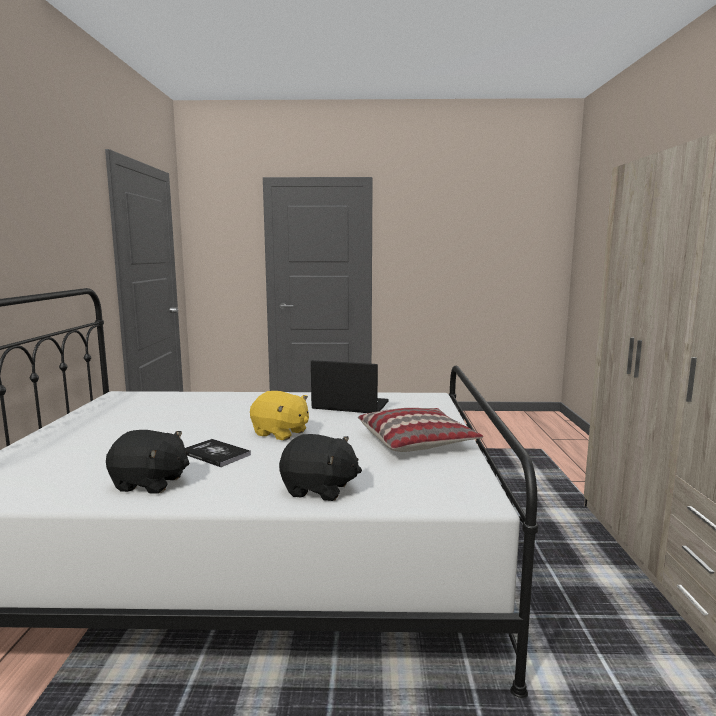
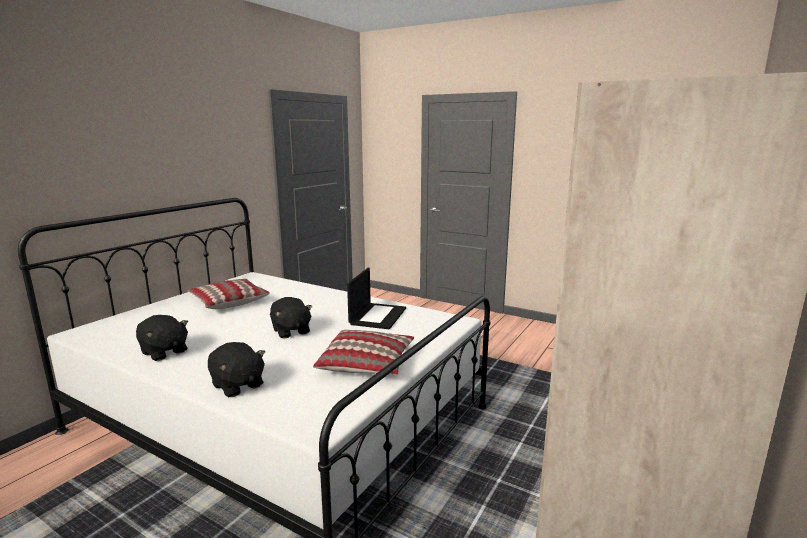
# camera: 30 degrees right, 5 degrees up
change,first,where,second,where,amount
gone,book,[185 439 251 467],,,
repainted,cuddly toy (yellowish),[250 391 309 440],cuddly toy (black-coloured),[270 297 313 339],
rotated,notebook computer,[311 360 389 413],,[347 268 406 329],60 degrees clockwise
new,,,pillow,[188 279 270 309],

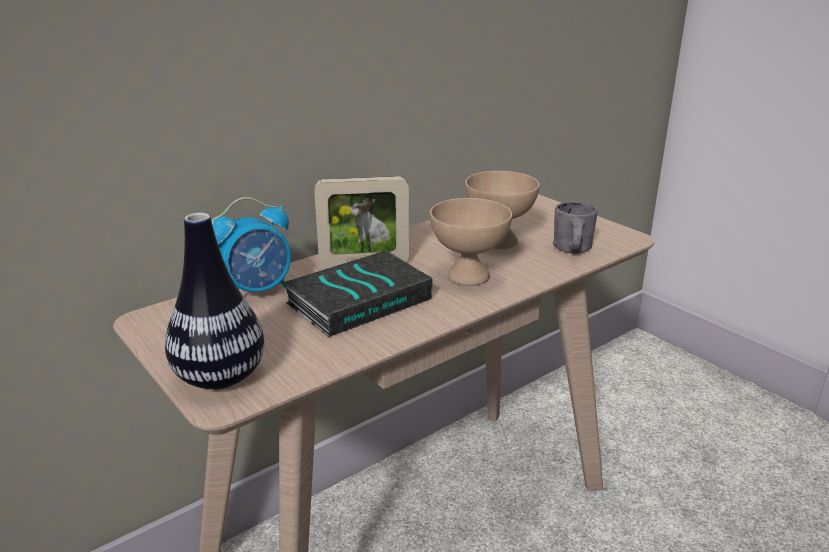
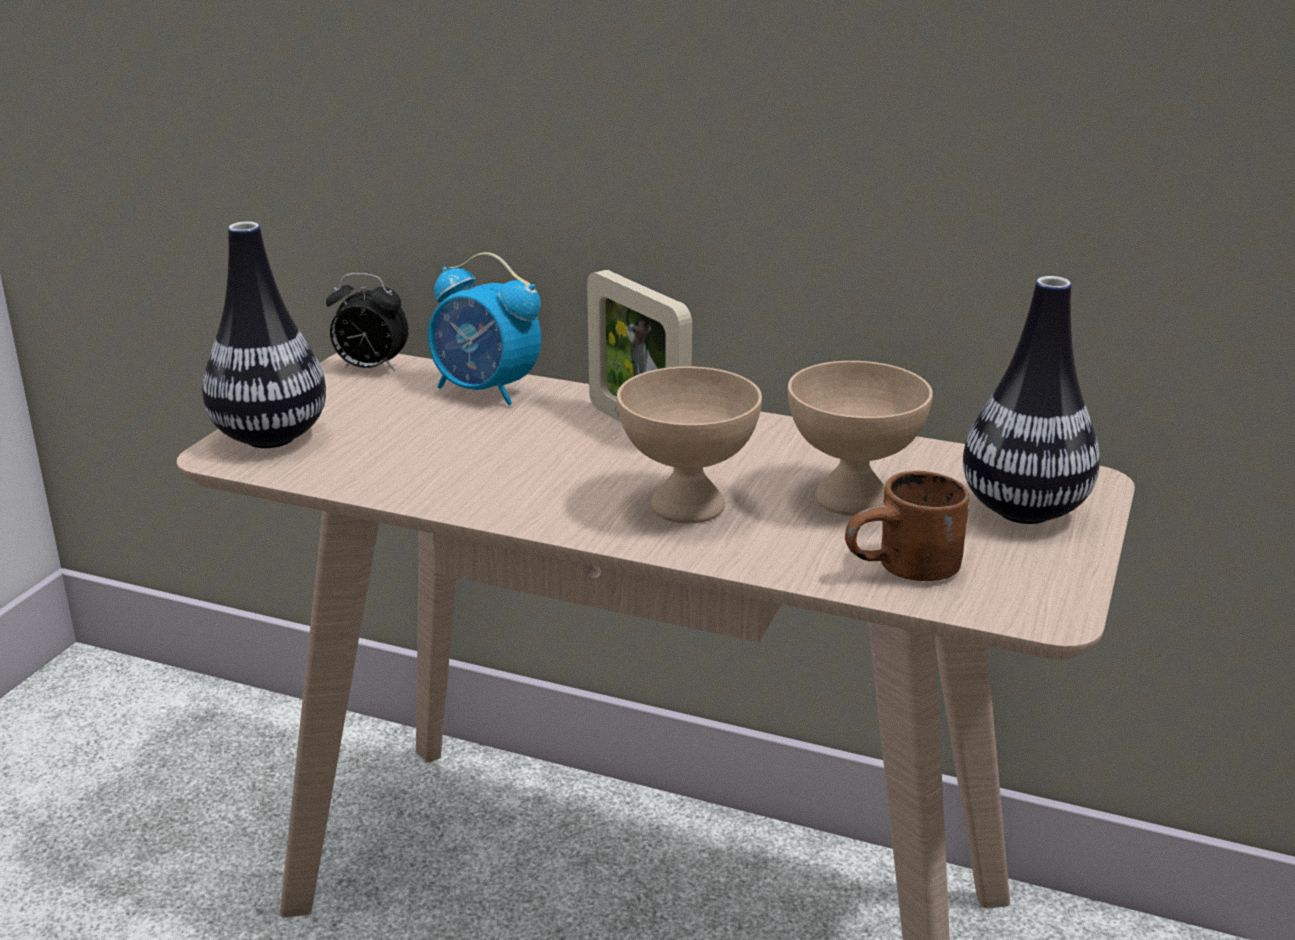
# camera: 60 degrees right, 0 degrees up
change,first,where,second,where,amount
gone,book,[282 250 433 337],,,
repainted,mug (grey),[553 202 598 254],mug (brownish),[845 470 969 581],
new,,,table clock,[326 273 409 372],
new,,,vase,[963 276 1100 524],

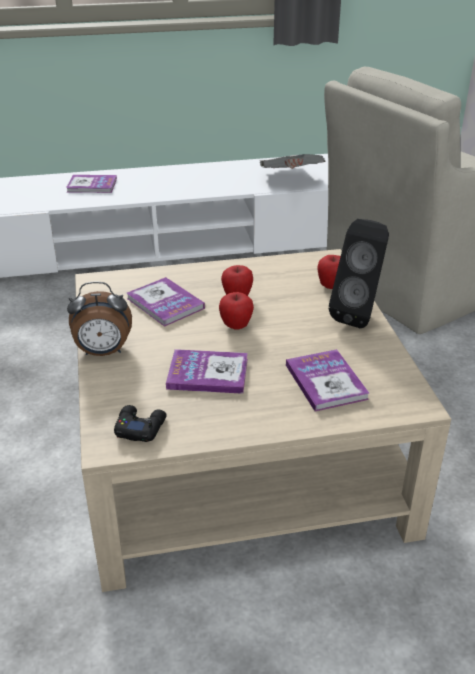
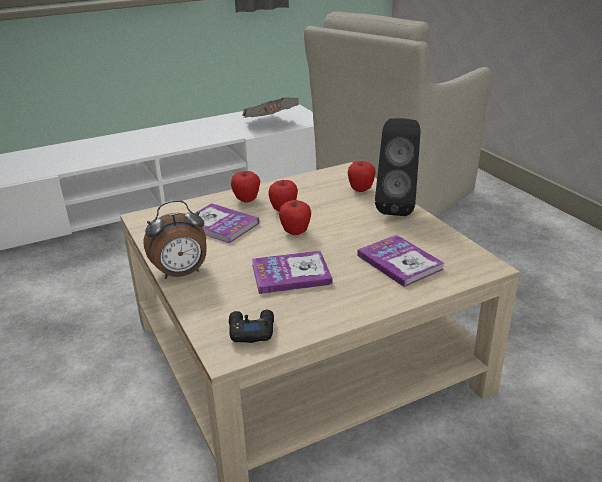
# camera: 15 degrees left, 5 degrees down
change,first,where,second,where,amount
gone,book,[66 175 117 193],,,
new,,,whole apple,[231 171 260 203],

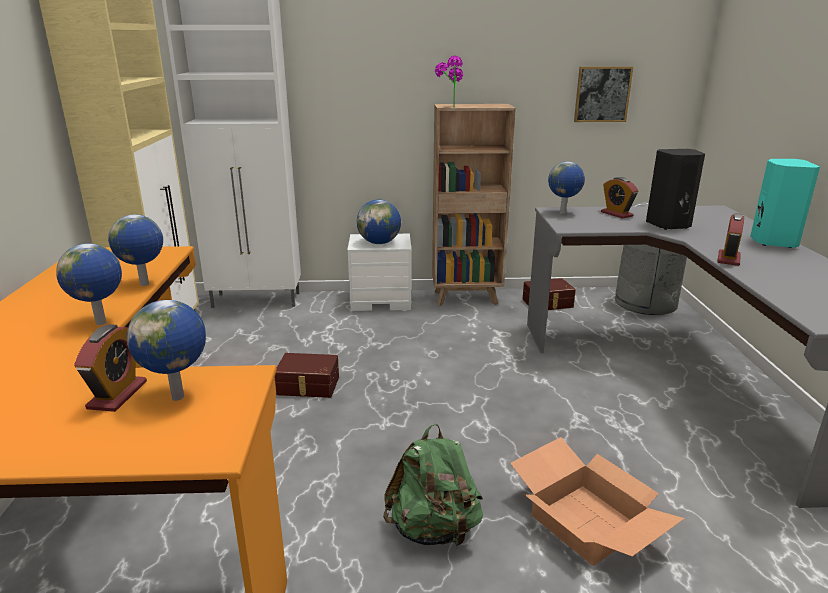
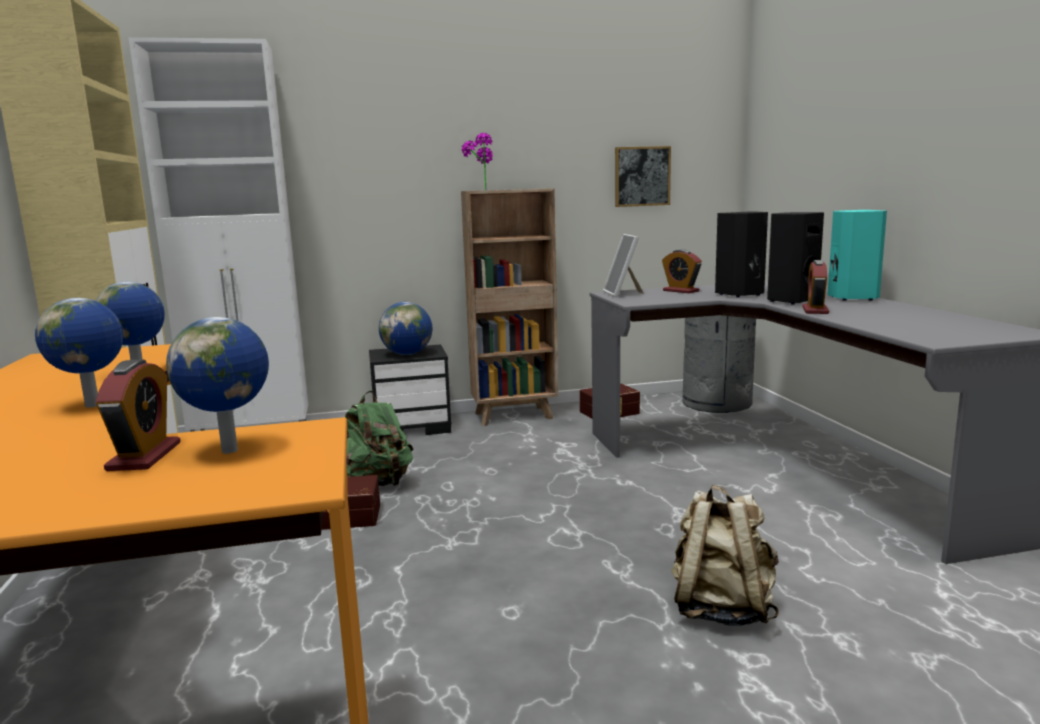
# camera: 10 degrees left, 10 degrees down
change,first,where,second,where,amount
repainted,nightstand (white),[347 234 411 311],nightstand (black-coloured),[369 344 452 435],
shifted,knapsack (green),[383 424 483 549],,[345 391 413 486],
swapped,packing box,[510 437 685 566],knapsack (sand-coloured),[671 485 779 626],
swapped,world globe,[548 161 585 214],standing frame,[603 234 644 297],
new,,,speaker (black-coloured),[767 212 824 305],

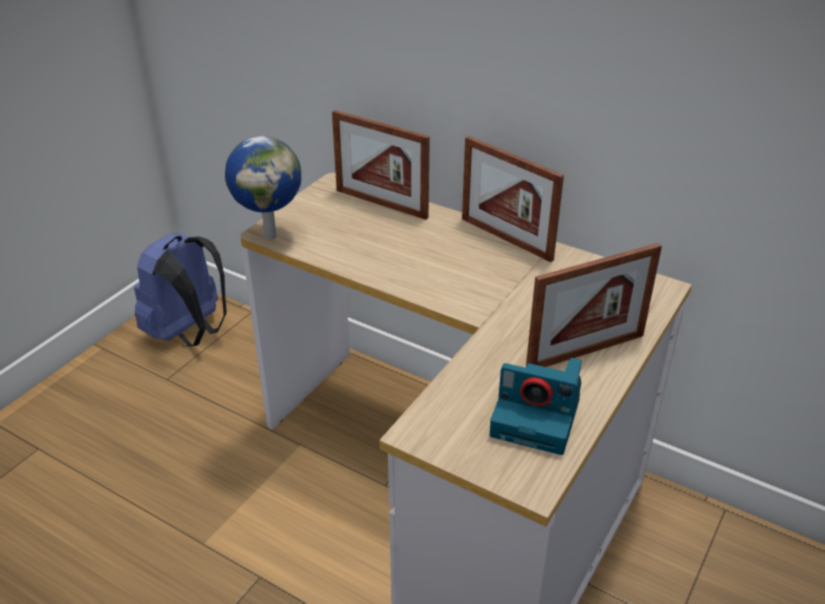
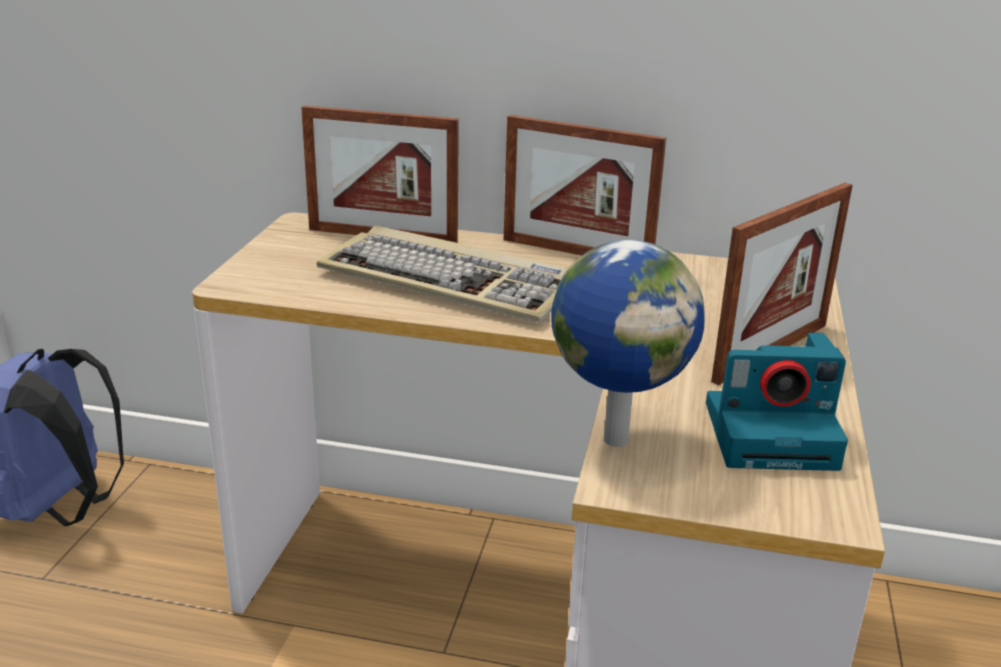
# camera: 20 degrees left, 10 degrees down
change,first,where,second,where,amount
shifted,world globe,[225 136 301 239],,[551 240 705 447],
new,,,keyboard,[317 226 568 323],

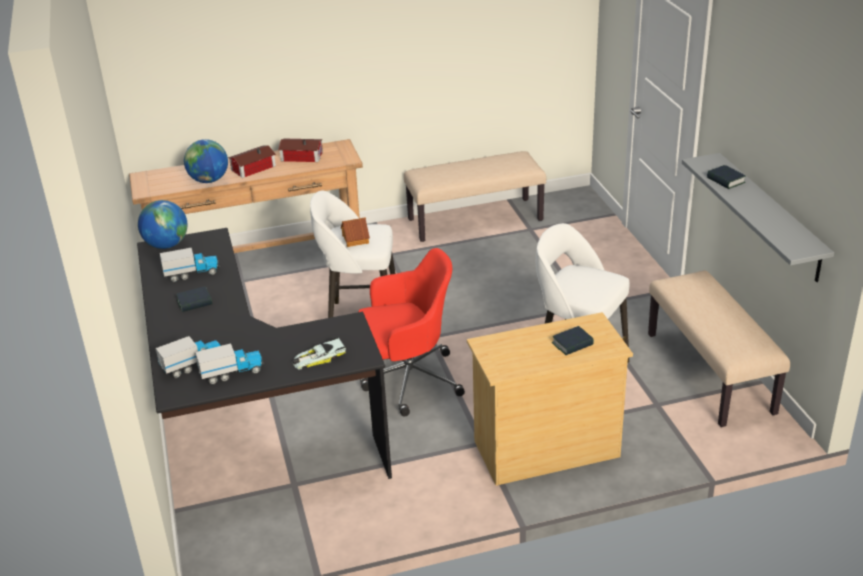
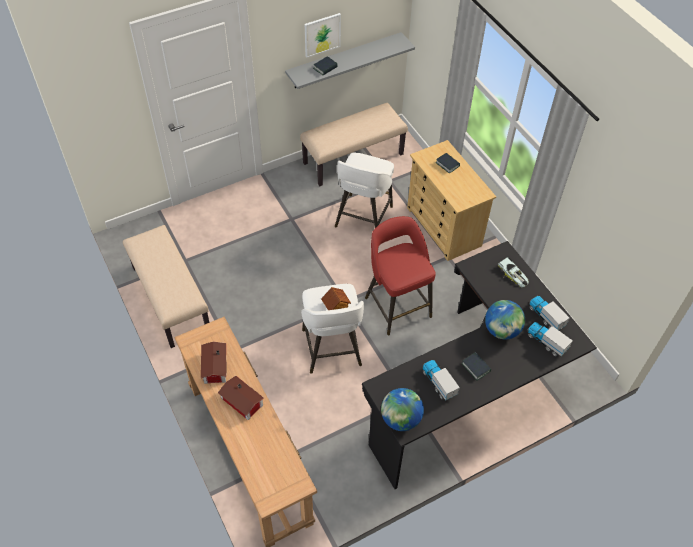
# camera: 105 degrees left, 20 degrees up
change,first,where,second,where,amount
shifted,world globe,[184 139 228 183],,[485 300 525 340],
swapped,desk chair (red),[358 248 465 416],stool seat (red),[365 216 436 335],
new,,,wall picture,[305 13 341 58],

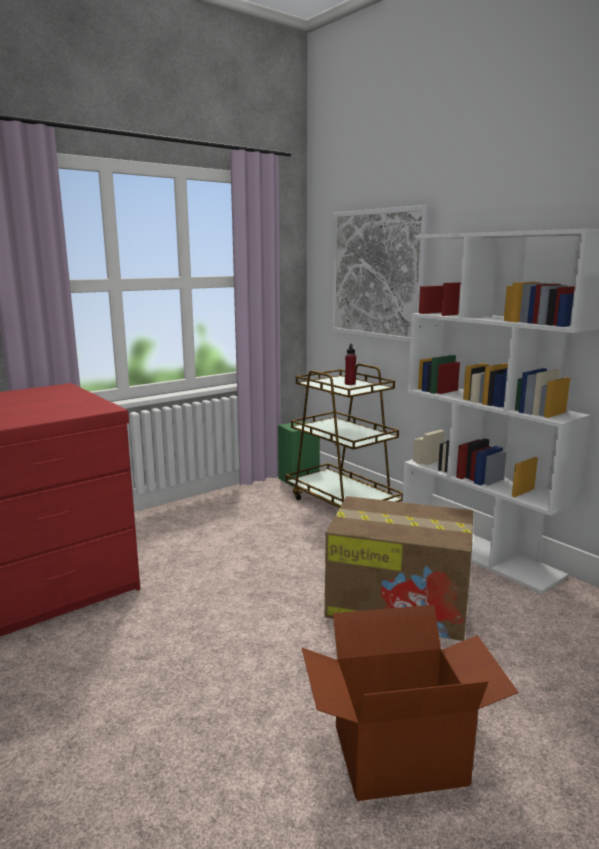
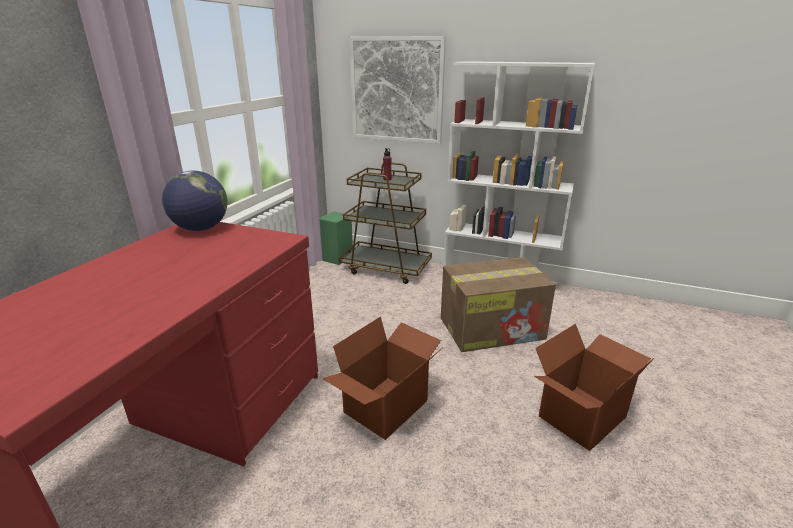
# camera: 30 degrees left, 10 degrees up
change,first,where,second,where,amount
new,,,world globe,[162 171 228 231],
new,,,packing box,[322 317 442 440],

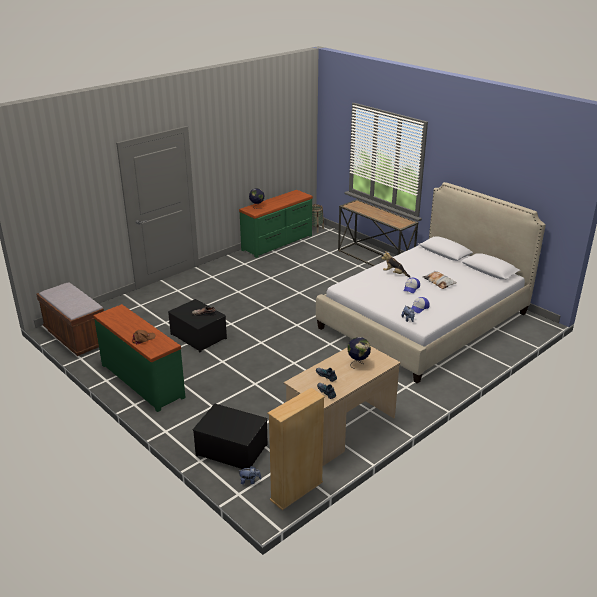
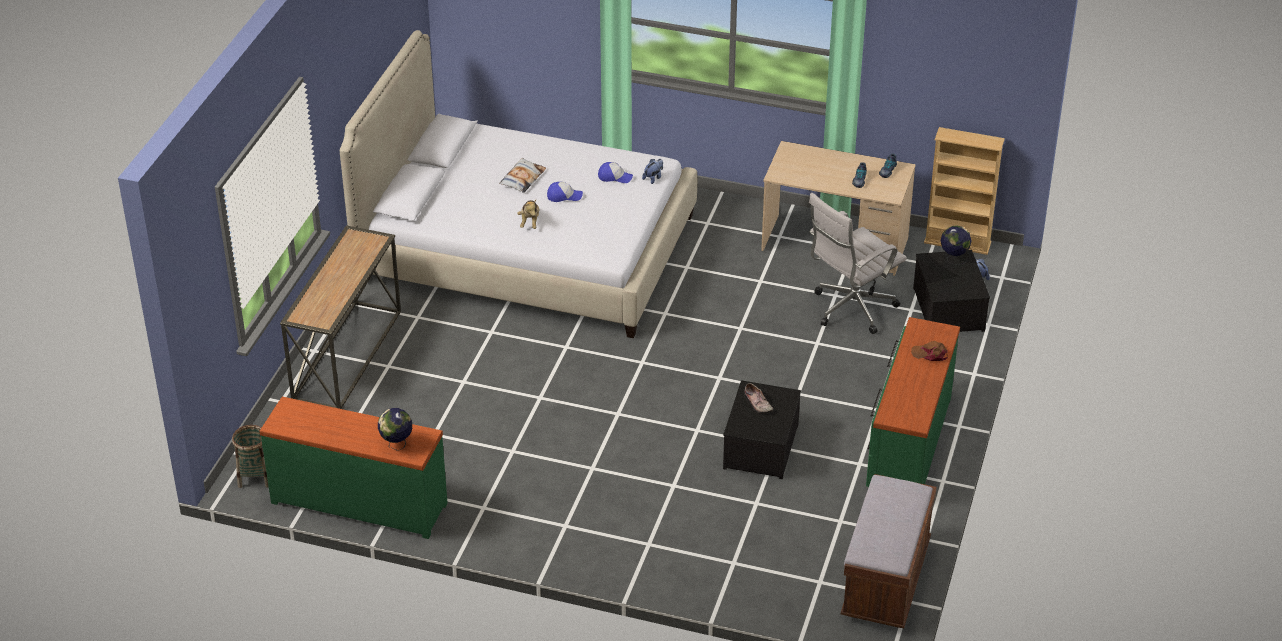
# camera: 120 degrees left, 10 degrees up
change,first,where,second,where,amount
shifted,world globe,[347 337 371 369],,[941 225 971 265],
new,,,desk chair (white),[809 193 907 334],

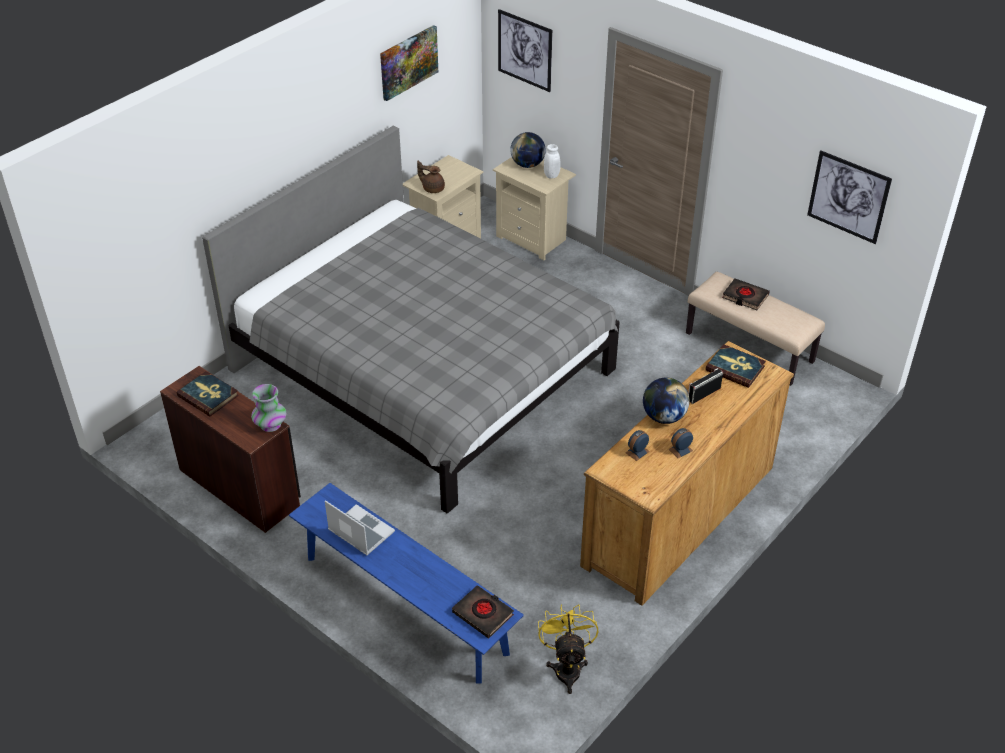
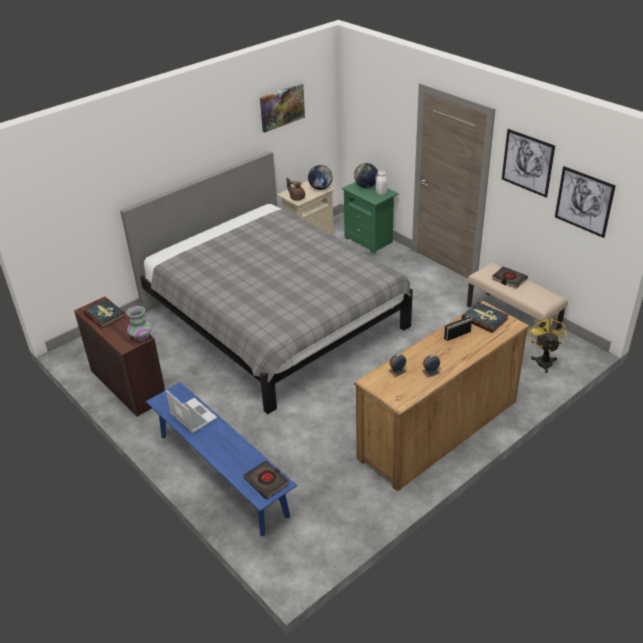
# camera: 10 degrees right, 5 degrees down
change,first,where,second,where,amount
repainted,nightstand (sand-coloured),[493 157 576 260],nightstand (green),[341 182 399 254],
shifted,wall picture,[498 9 552 92],,[502 129 555 198],
shifted,cooling fan (yellowish),[538 604 598 694],,[529 316 567 373],
shifted,world globe,[643 377 690 424],,[308 165 333 190],

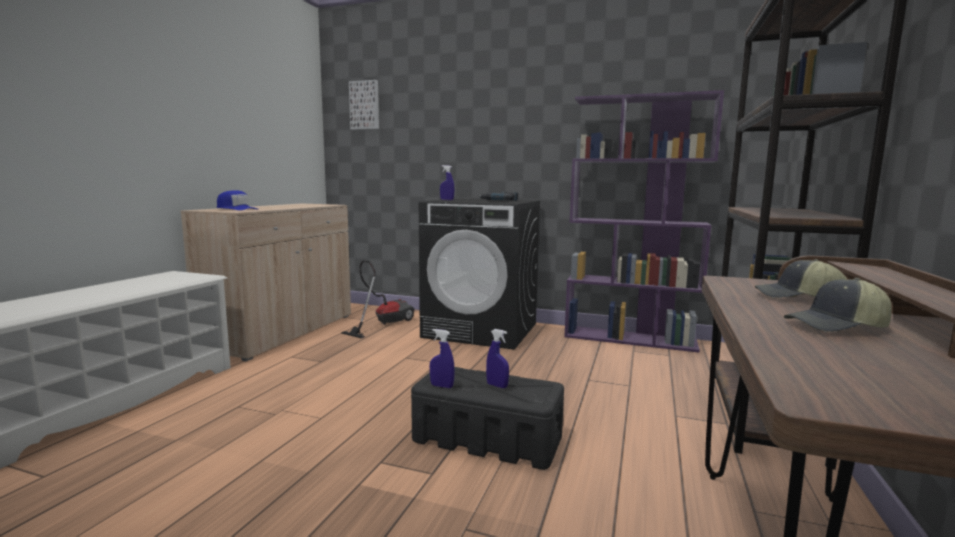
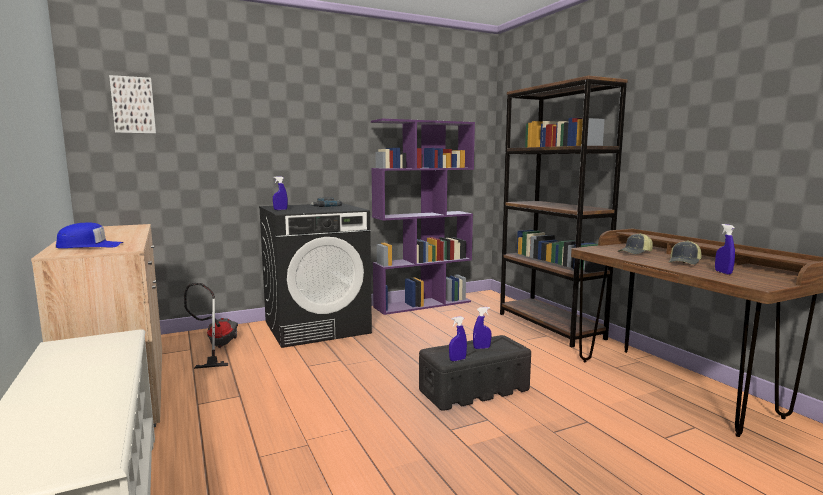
# camera: 45 degrees left, 0 degrees up
change,first,where,second,where,amount
new,,,sprayer (blue),[715 224 735 274],

